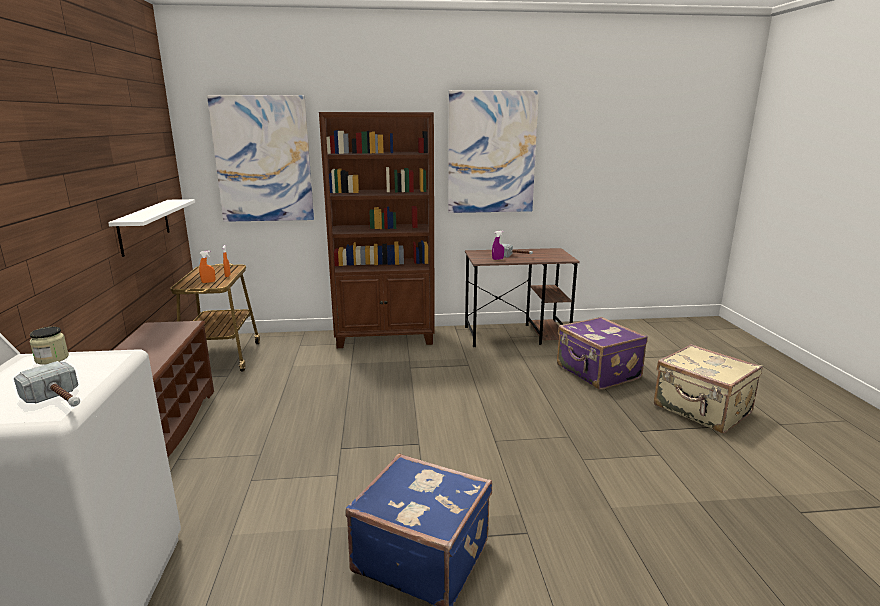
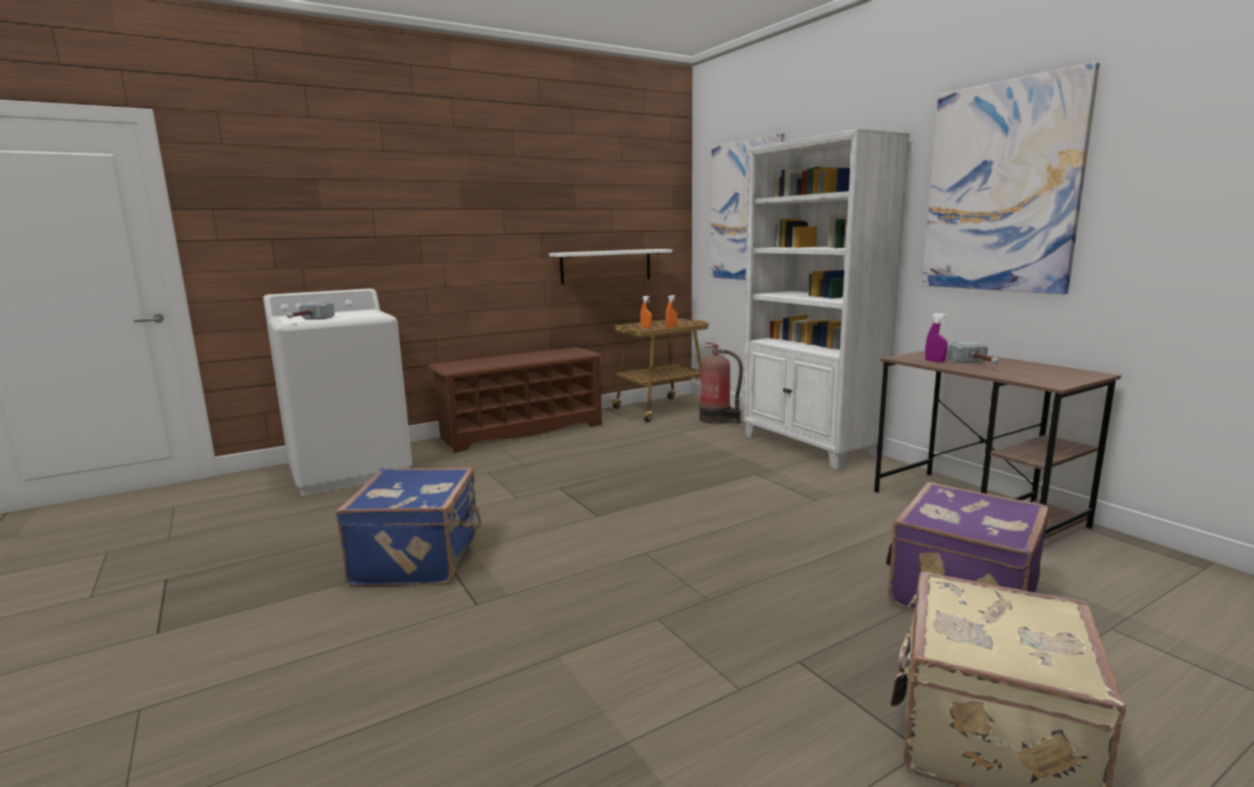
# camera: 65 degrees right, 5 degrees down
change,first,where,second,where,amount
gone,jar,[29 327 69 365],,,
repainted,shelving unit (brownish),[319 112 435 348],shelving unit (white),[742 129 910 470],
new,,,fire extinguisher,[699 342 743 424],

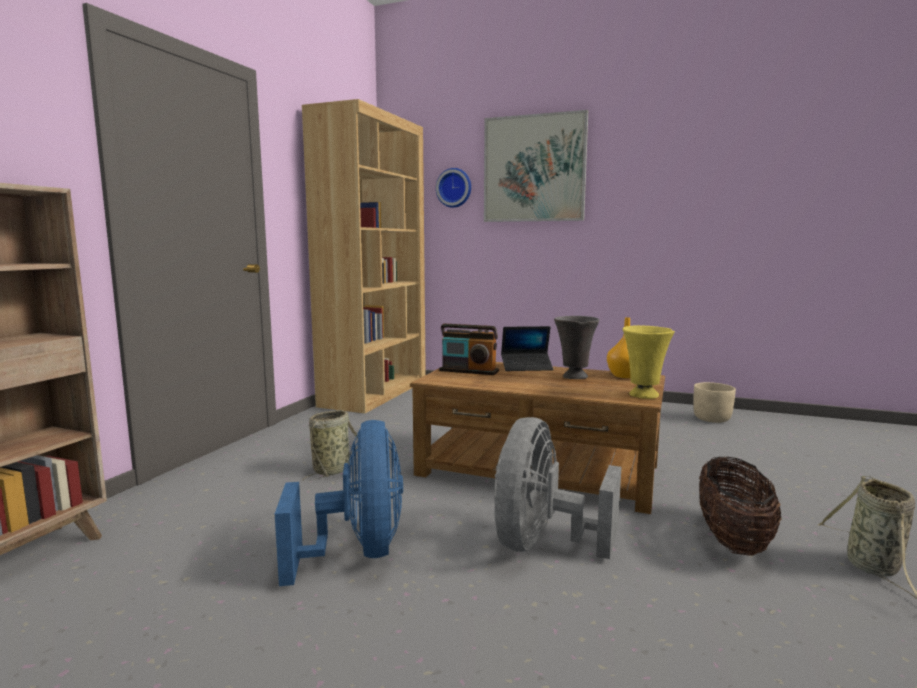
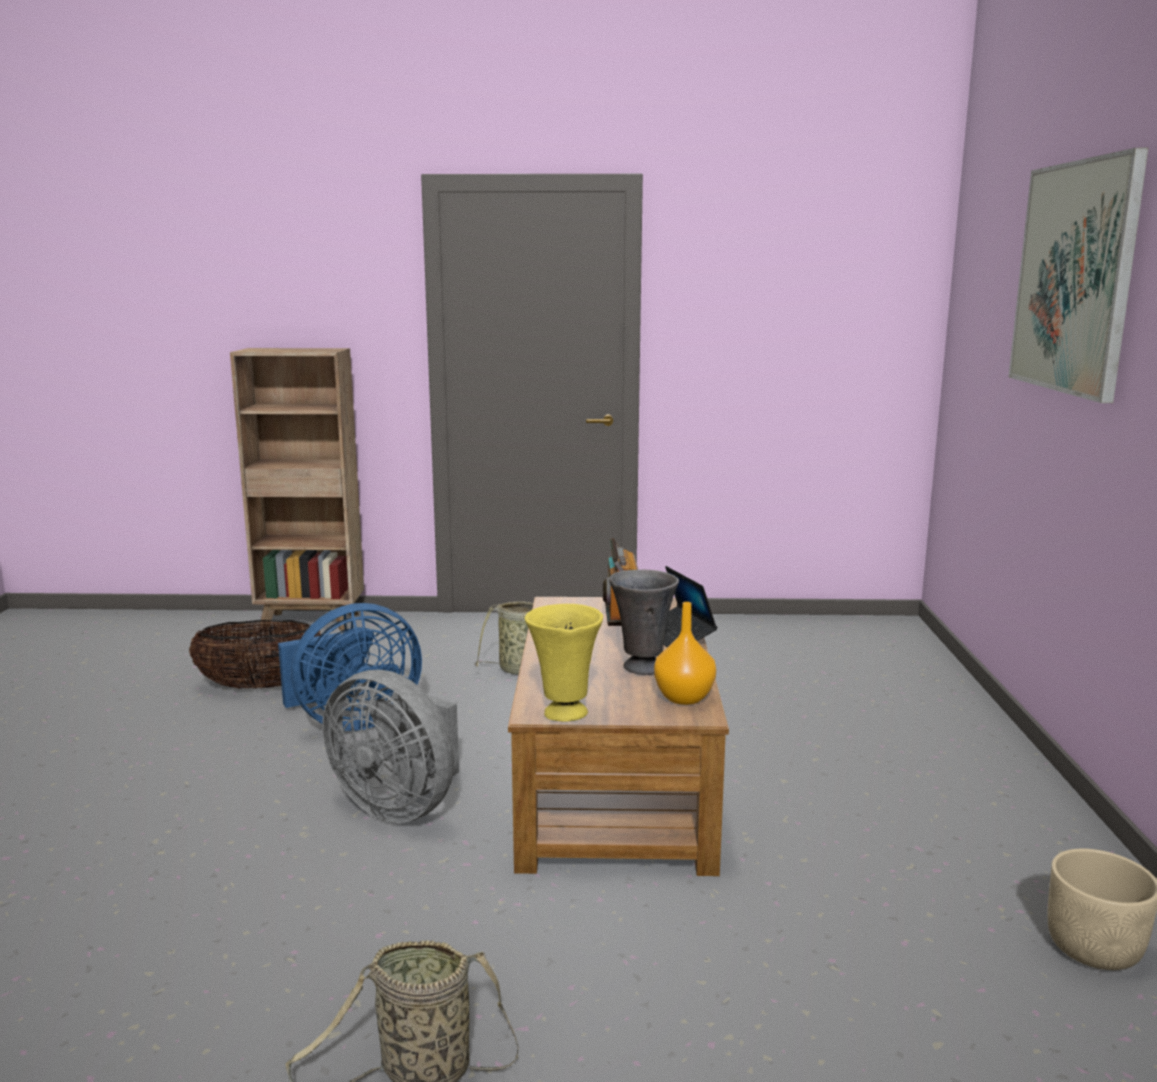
# camera: 70 degrees right, 5 degrees up
change,first,where,second,where,amount
gone,shelving unit (brownish),[302 99 426 413],,,
gone,wall clock,[436 168 471 208],,,
rotated,cooling fan (grey),[494 417 621 559],,[322 670 459 823],150 degrees counterclockwise
shifted,storage basket,[699 457 781 555],,[189 620 321 689],

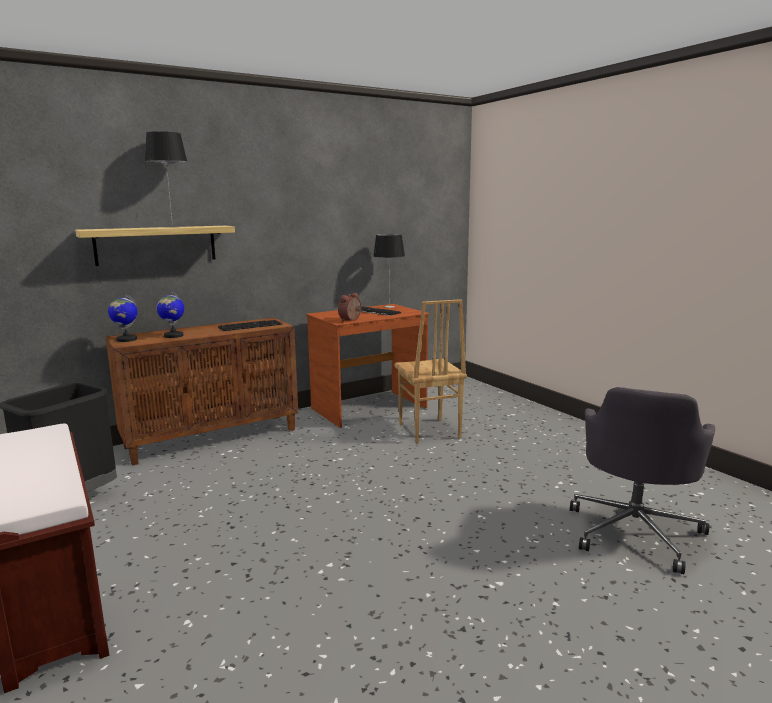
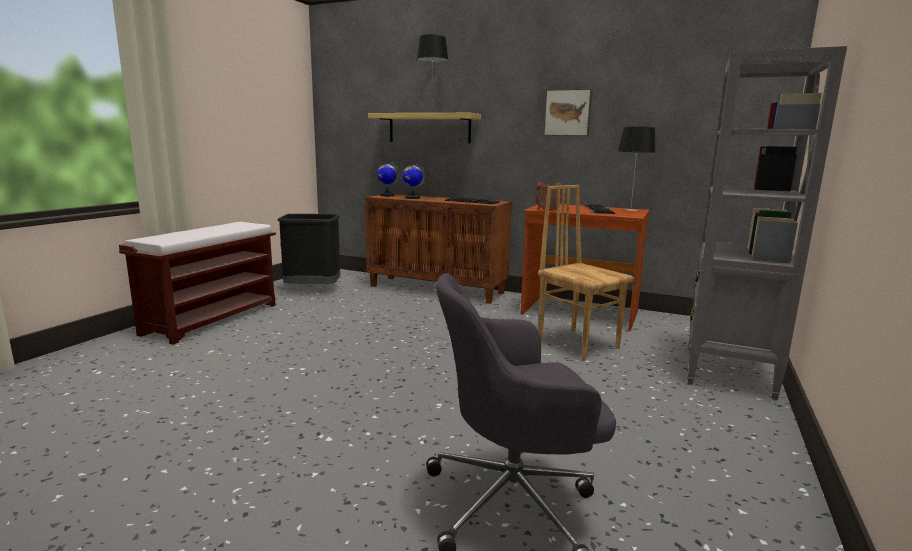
# camera: 55 degrees right, 0 degrees up
change,first,where,second,where,amount
rotated,plain chair (brownish),[394 299 467 444],,[538 185 634 360],105 degrees clockwise
new,,,wall picture,[544 89 592 136],
new,,,shelving unit (grey),[687 46 847 400],

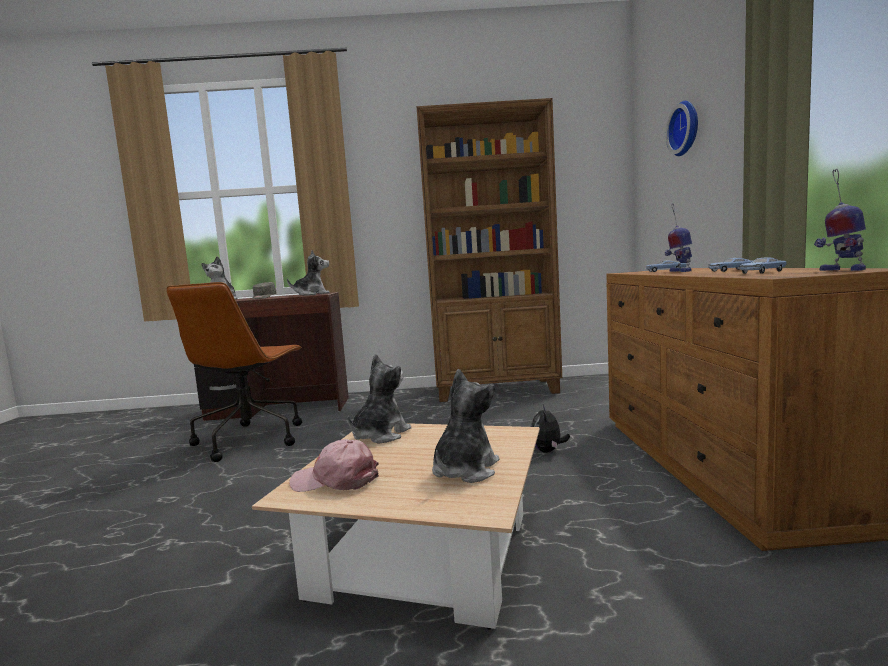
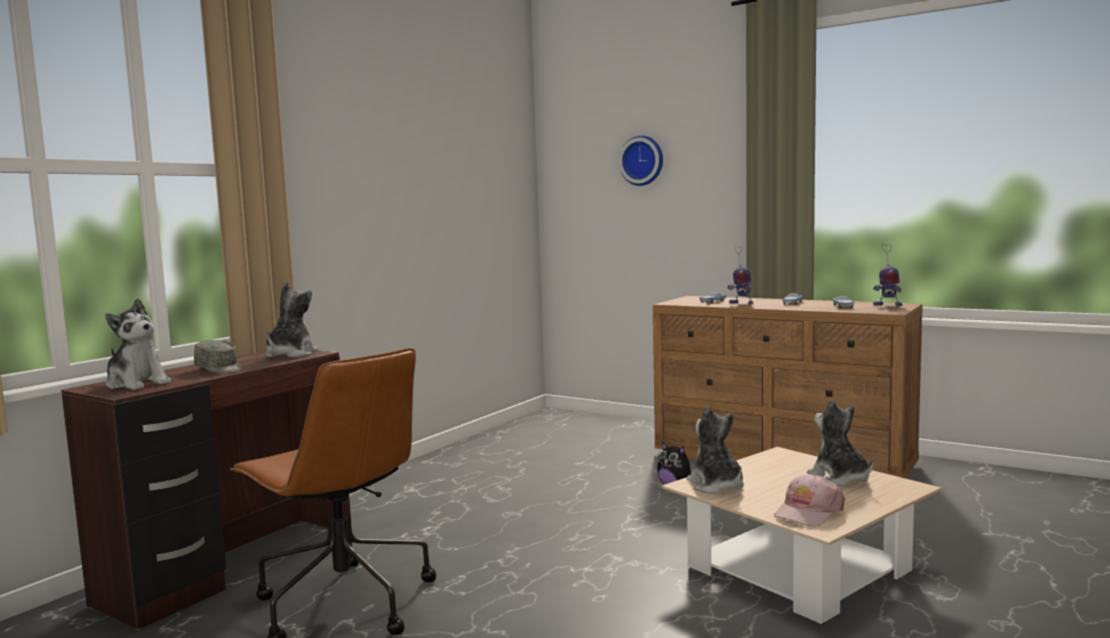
# camera: 55 degrees left, 0 degrees up
change,first,where,second,where,amount
gone,shelving unit (brownish),[416 98 562 402],,,

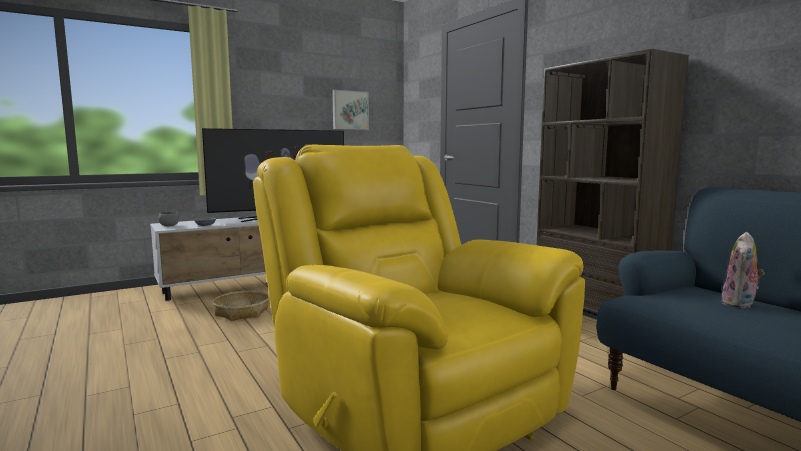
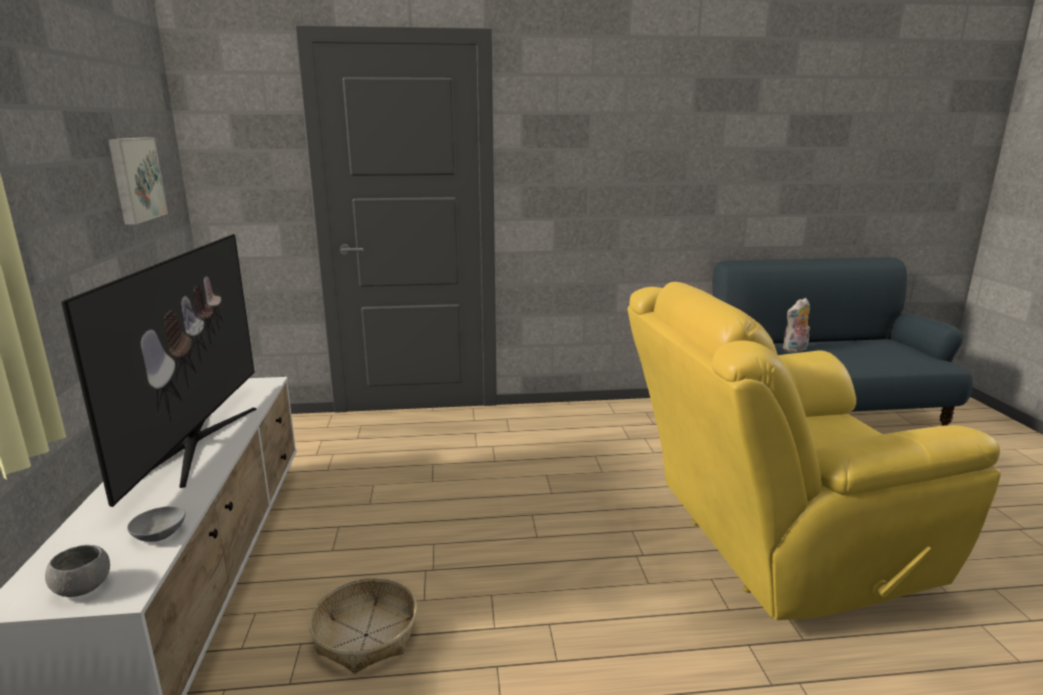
# camera: 65 degrees left, 10 degrees up
change,first,where,second,where,amount
gone,shelving unit (brownish),[537 49 689 316],,,
rotated,cuddly toy,[721 232 765 308],,[782 298 810 352],90 degrees clockwise

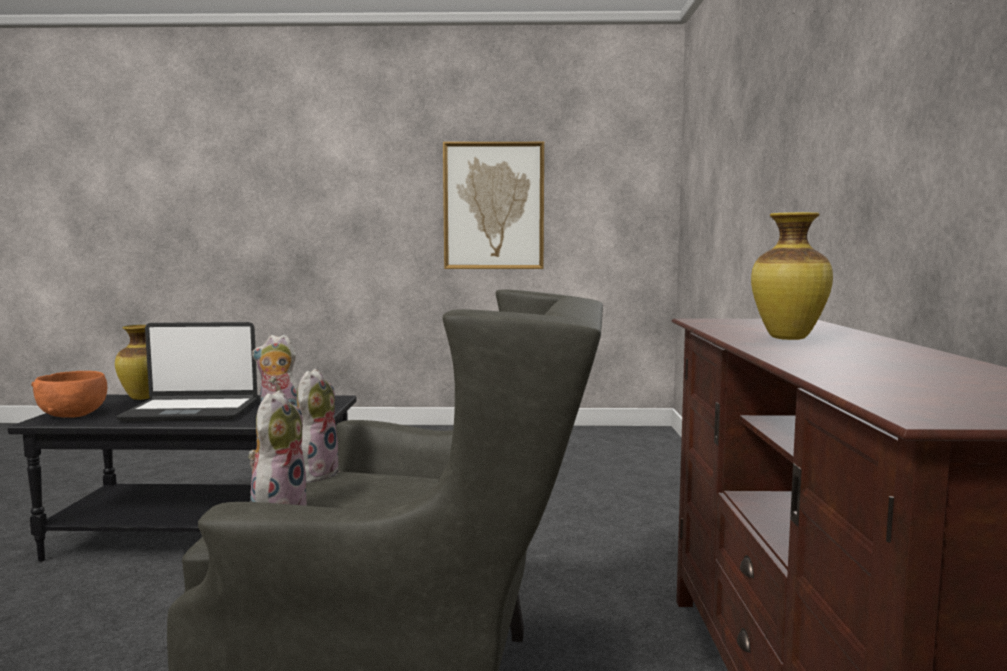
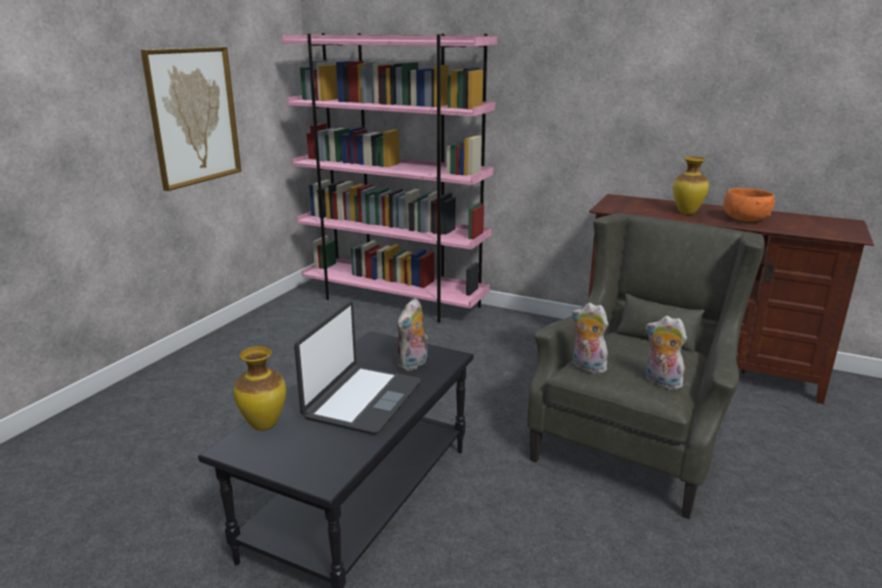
# camera: 65 degrees left, 15 degrees up
change,first,where,second,where,amount
shifted,serving bowl (orange-coloured),[31 371 107 418],,[724 188 775 221],
new,,,shelving unit (pink-coloured),[282 33 497 323],

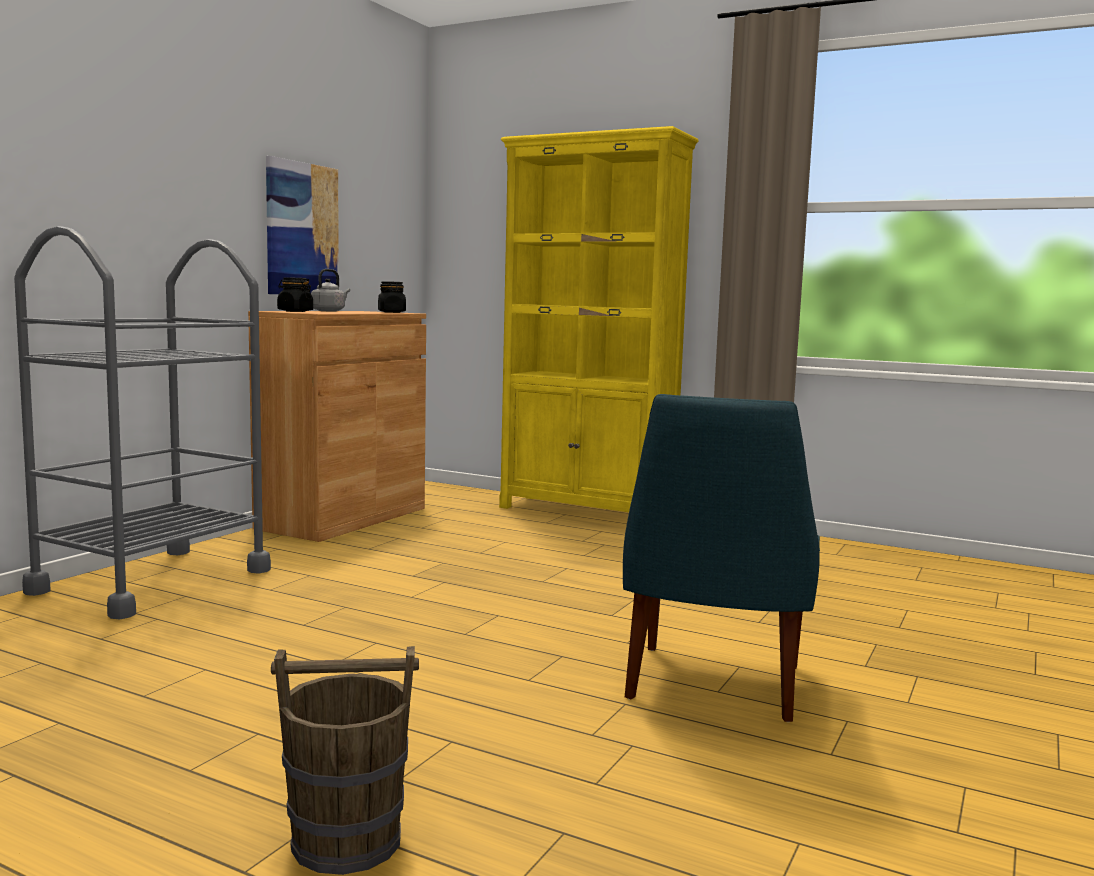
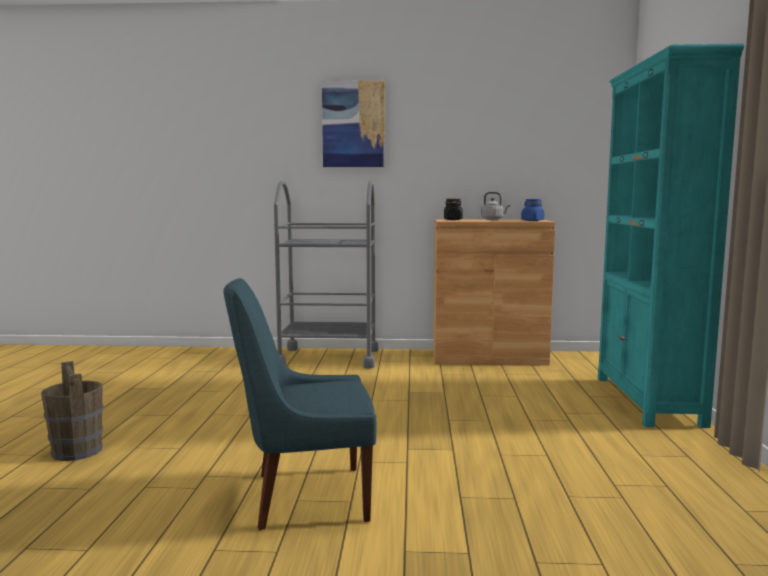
# camera: 65 degrees right, 0 degrees up
change,first,where,second,where,amount
shifted,wall picture,[266 156 339 294],,[322 81 385 167],
repainted,jar (black-coloured),[378 281 406 313],jar (blue),[521 199 544 221],
repainted,shelving unit (yellowish),[499 126 699 512],shelving unit (turquoise-coloured),[598 44 744 428],

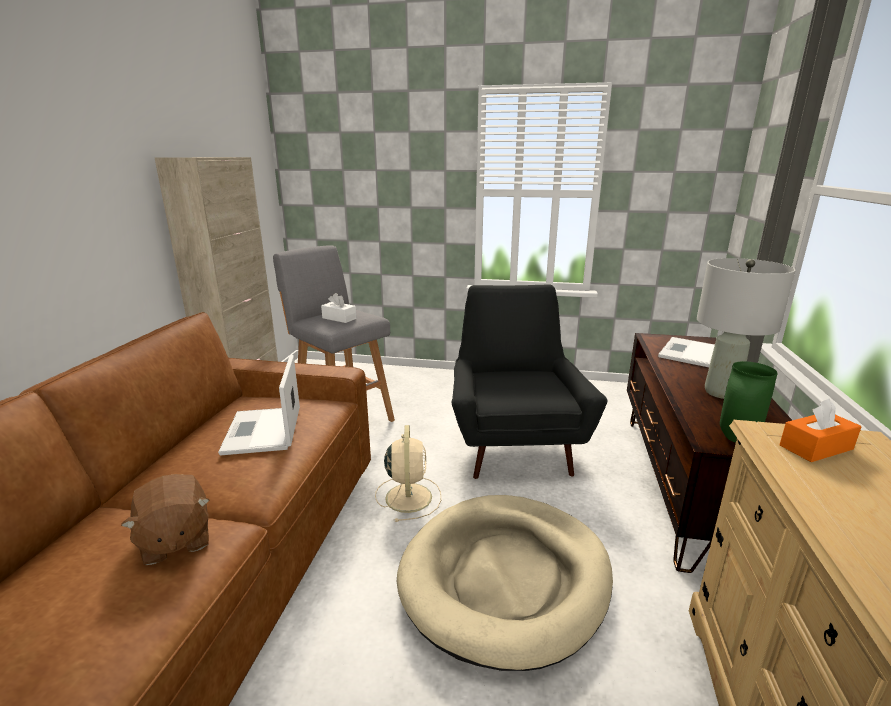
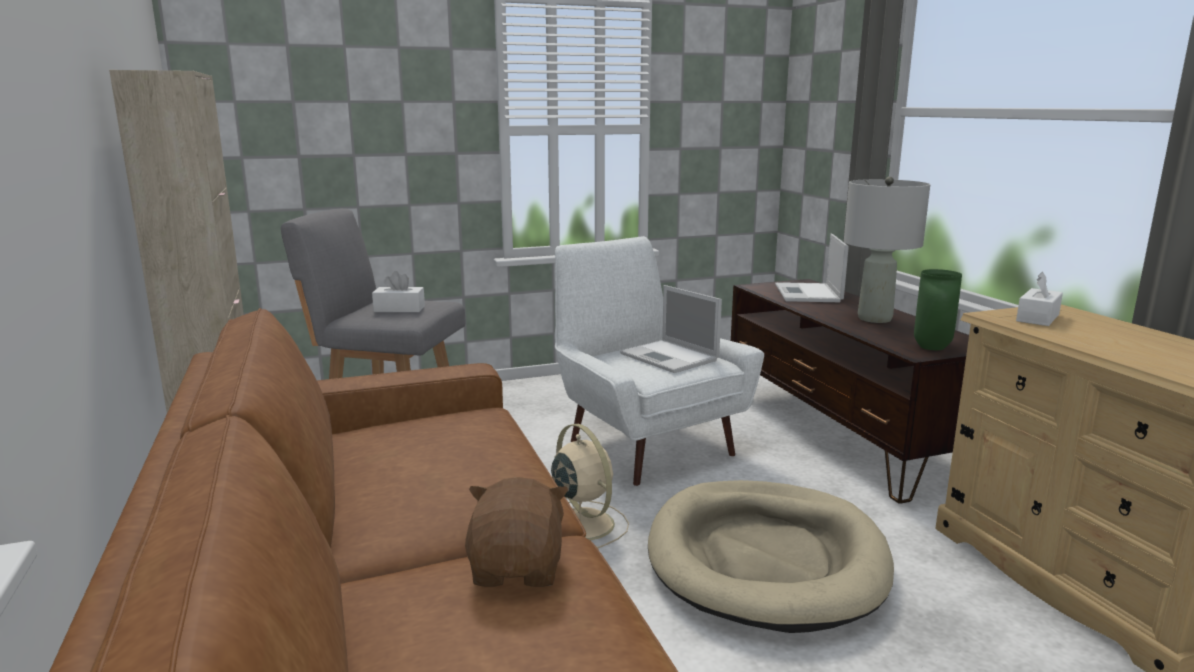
# camera: 30 degrees left, 5 degrees down
change,first,where,second,where,amount
rotated,cuddly toy (brownish),[121 474 210 565],,[465 477 568 587],120 degrees counterclockwise
shifted,notebook computer,[218 355 300 455],,[620 285 722 373],
repainted,easy chair (black-coloured),[452 285 607 479],easy chair (white),[555 236 764 486],
repainted,tissue box (orange-coloured),[780 399 862 462],tissue box (white),[1016 272 1063 326],

